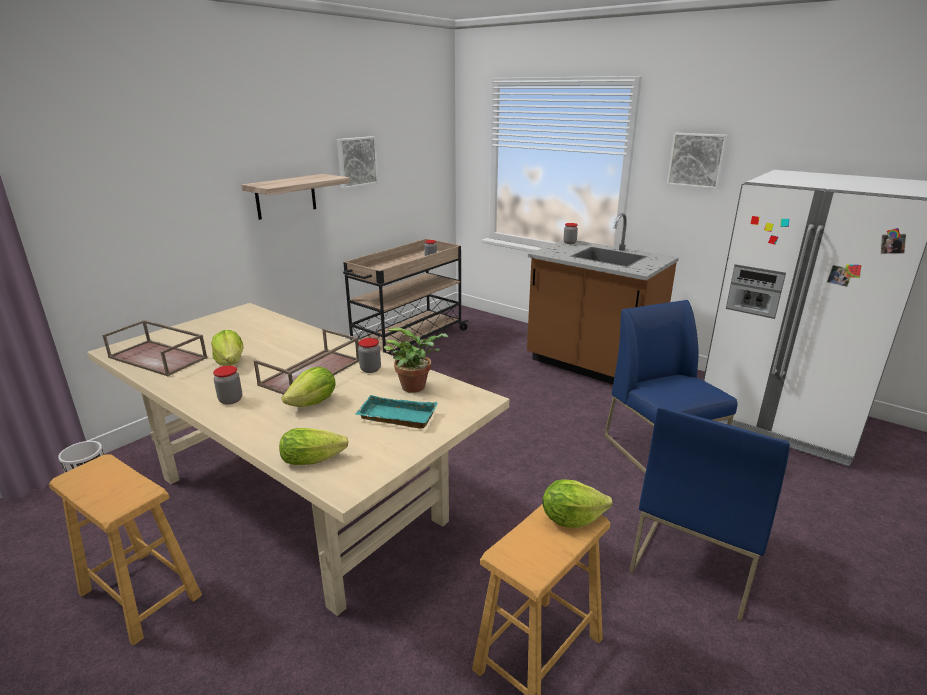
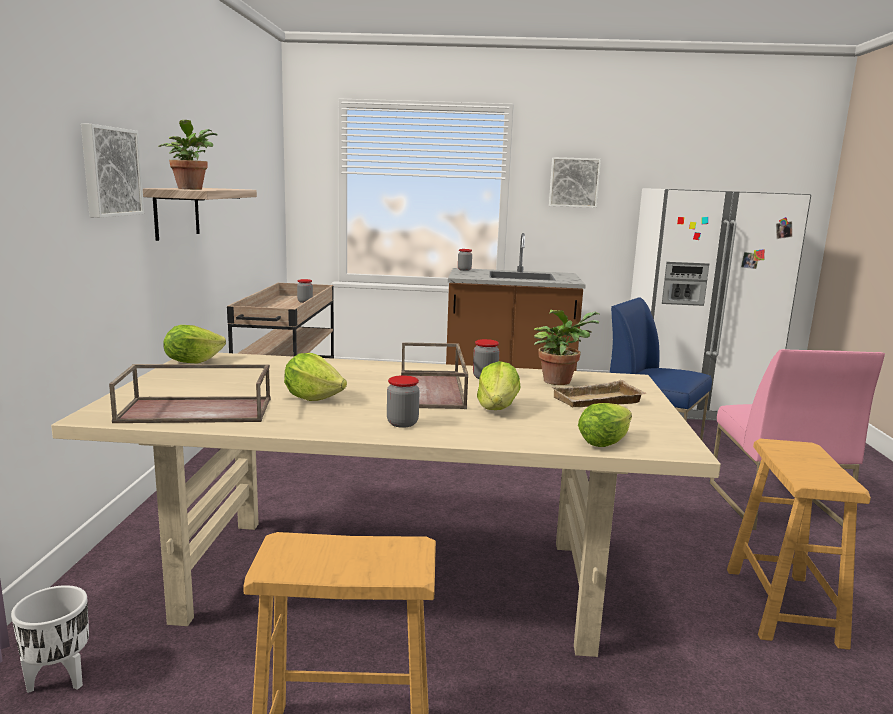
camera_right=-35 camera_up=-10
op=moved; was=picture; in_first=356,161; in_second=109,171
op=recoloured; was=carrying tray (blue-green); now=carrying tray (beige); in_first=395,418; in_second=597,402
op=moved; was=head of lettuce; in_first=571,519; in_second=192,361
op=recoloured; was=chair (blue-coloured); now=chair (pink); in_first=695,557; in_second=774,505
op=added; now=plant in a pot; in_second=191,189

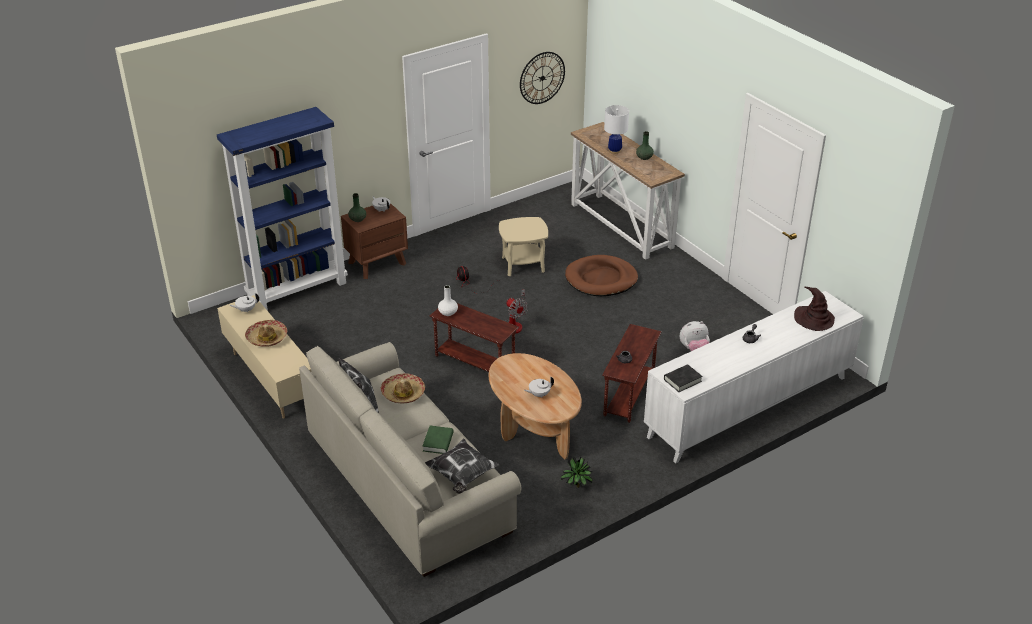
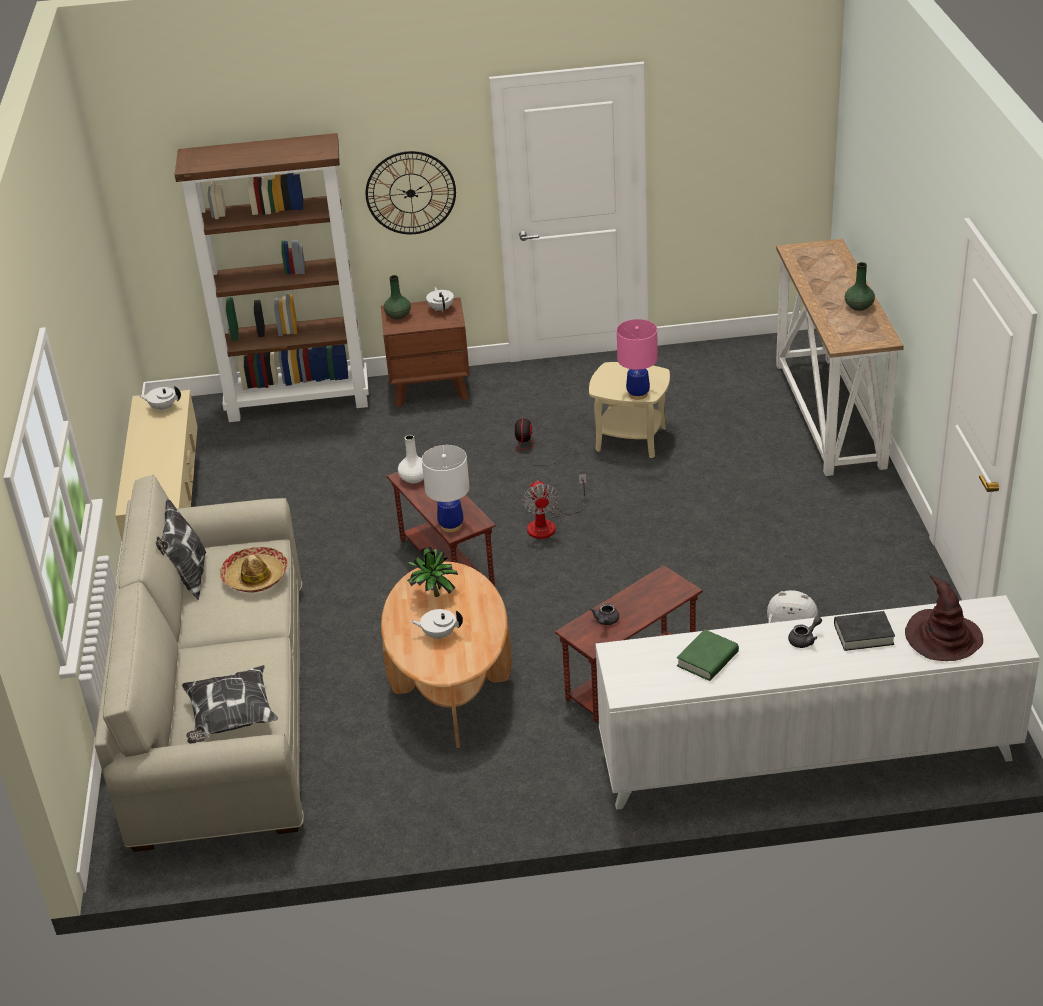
camera_right=30 camera_up=0
op=recoloured; was=bookshelf (blue-coloured); now=bookshelf (brown-coloured); in_first=298,290; in_second=299,401
op=removed; was=hat; in_first=267,338
op=moved; was=volume (green); in_first=438,442; in_second=707,659
op=moved; was=wall clock; in_first=542,78; in_second=410,193
op=moved; was=plant in a pot; in_first=576,488; in_second=433,596
op=removed; was=dog bed (brown-coloured); in_first=601,279
op=moved; was=tabletop lamp (white-coloured); in_first=614,151; in_second=451,525
op=moved; was=volume (blackish); in_first=682,380; in_second=863,634
op=added; now=tabletop lamp (pink); in_second=638,394

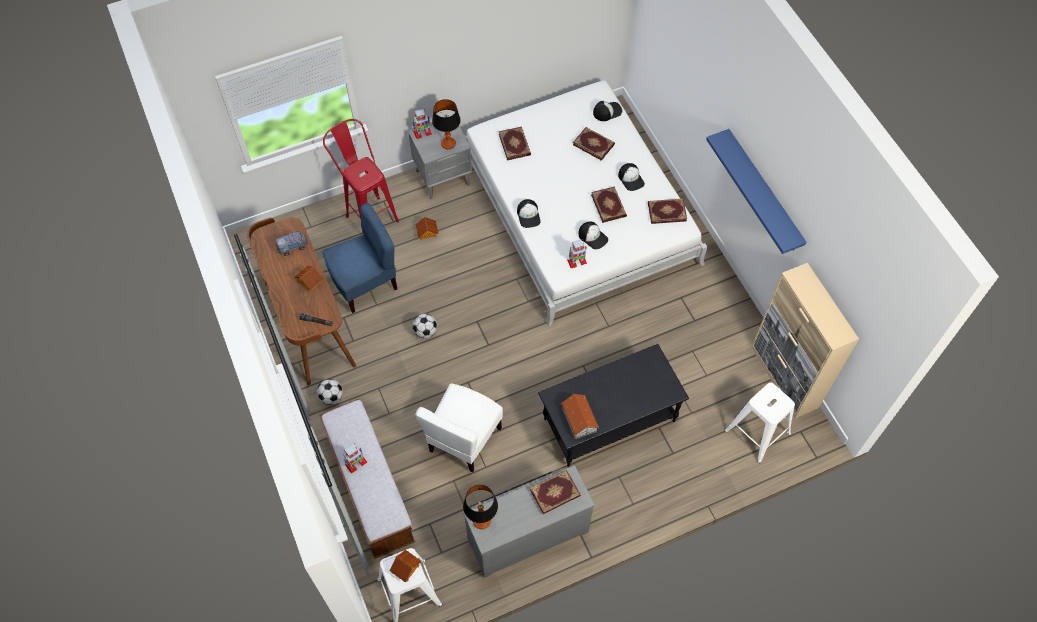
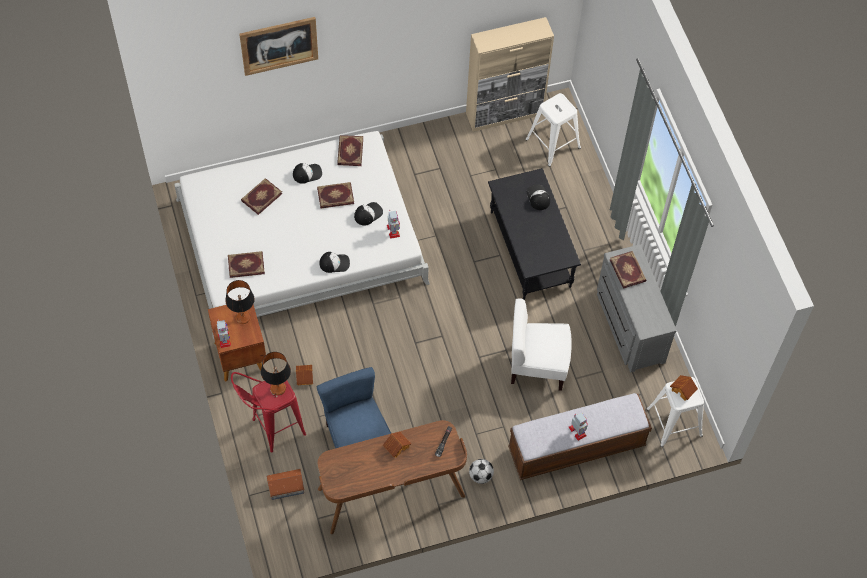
camera_right=-85 camera_up=0
op=removed; was=toy truck; in_first=292,247
op=recoloured; was=bedside table (grey); now=bedside table (brown-coloured); in_first=444,178; in_second=240,356
op=removed; was=ball for football; in_first=425,331
op=turned; was=chair (white-coloured); in_first=464,439; in_second=537,366; clockwise=150
op=moved; was=tabletop lamp; in_first=481,520; in_second=278,388
op=moved; was=toy house; in_first=579,419; in_second=285,486
op=moved; was=baseball cap; in_first=607,111; in_second=538,197
op=removed; was=bracket shelf (blue-coloured); in_first=763,192
op=added; now=picture; in_second=279,45

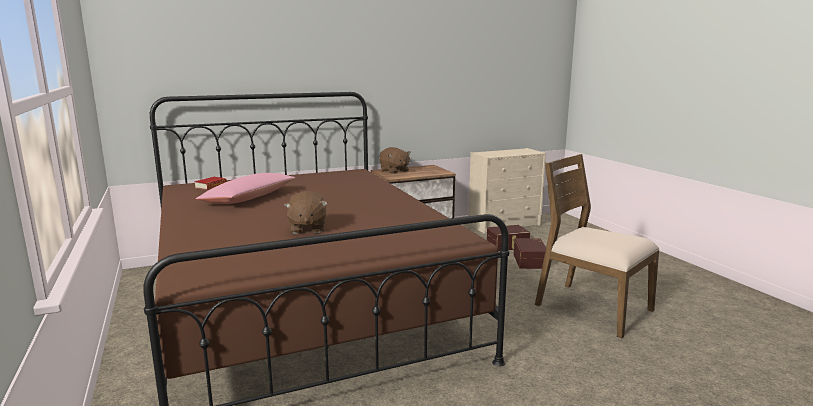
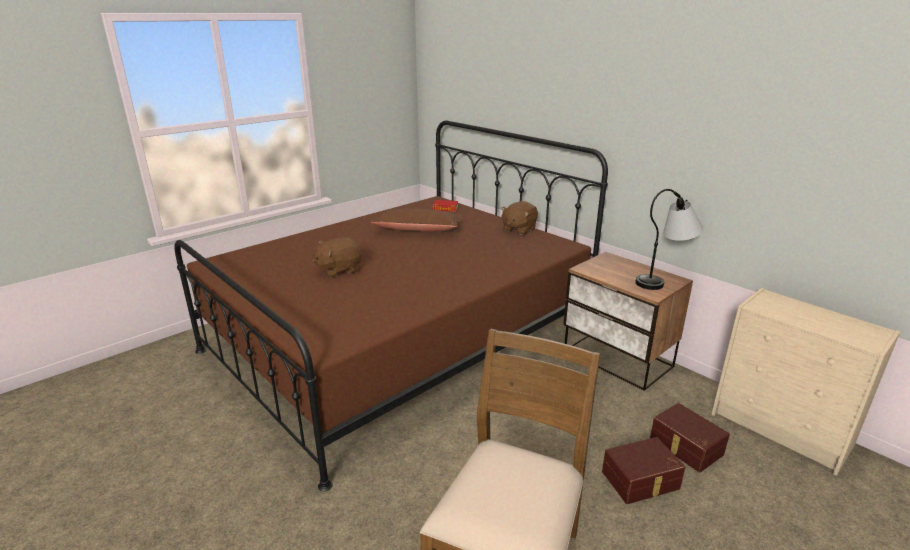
camera_right=70 camera_up=10
op=recoloured; was=throw pillow (pink); now=throw pillow (brown-coloured); in_first=249,198; in_second=417,229
op=moved; was=soft toy (brown-coloured); in_first=394,171; in_second=518,229
op=added; now=tabletop lamp; in_second=664,280

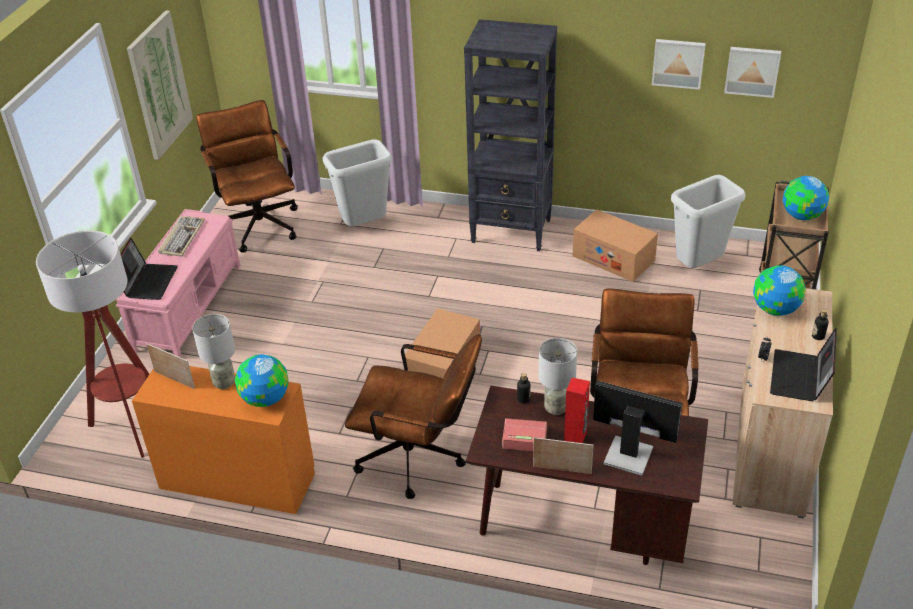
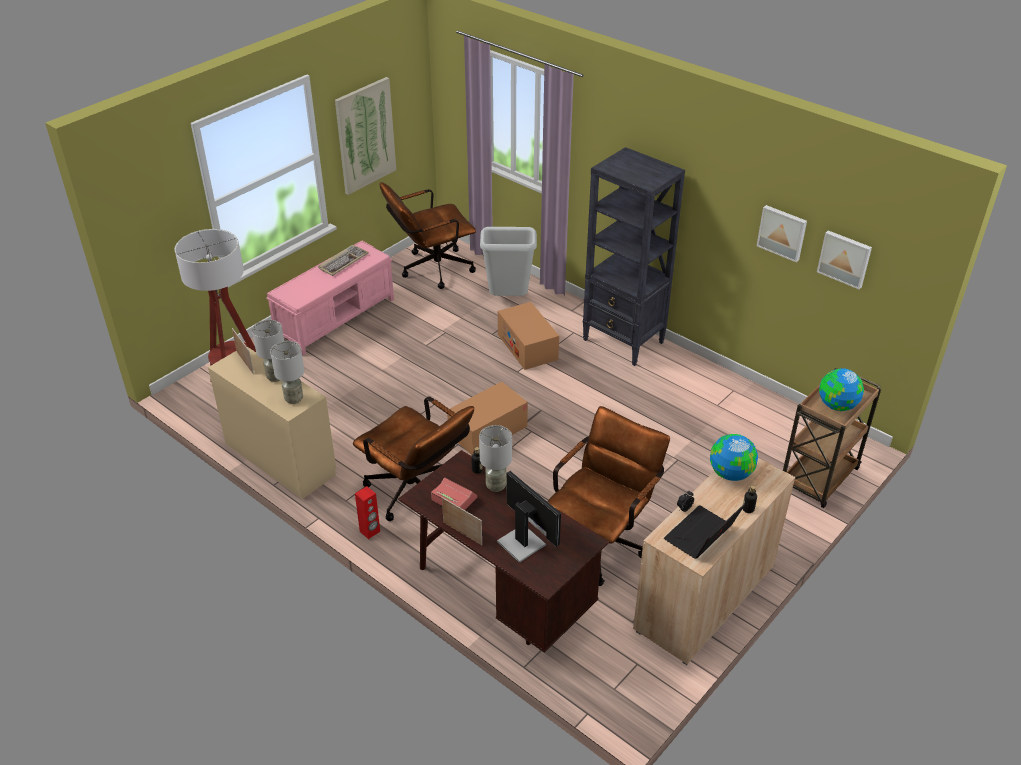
camera_right=25 camera_up=0
op=removed; was=portable computer; in_first=148,281
op=recoloured; was=desk (orangey); now=desk (beige); in_first=237,480; in_second=280,459
op=turned; was=desk chair (brown-coloured); in_first=258,222; in_second=431,269; clockwise=-120
op=replaced; was=desk globe; now=tabletop lamp (grey); in_first=265,399; in_second=293,399
op=moved; was=loudspeaker (reddish); in_first=575,436; in_second=370,531
op=moved; was=packing box; in_first=613,258; in_second=527,347
op=removed; was=trash can (grey); in_first=698,266

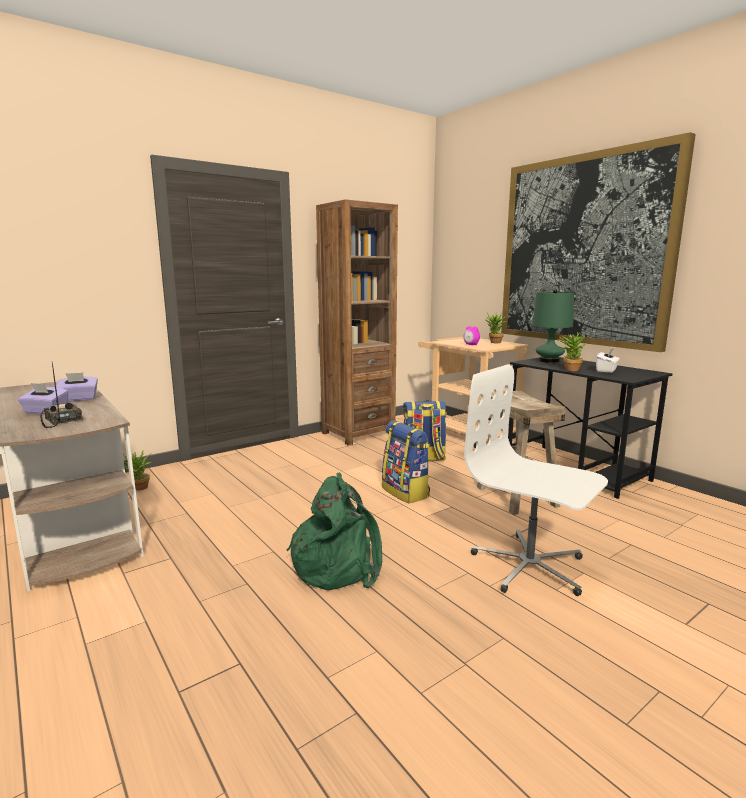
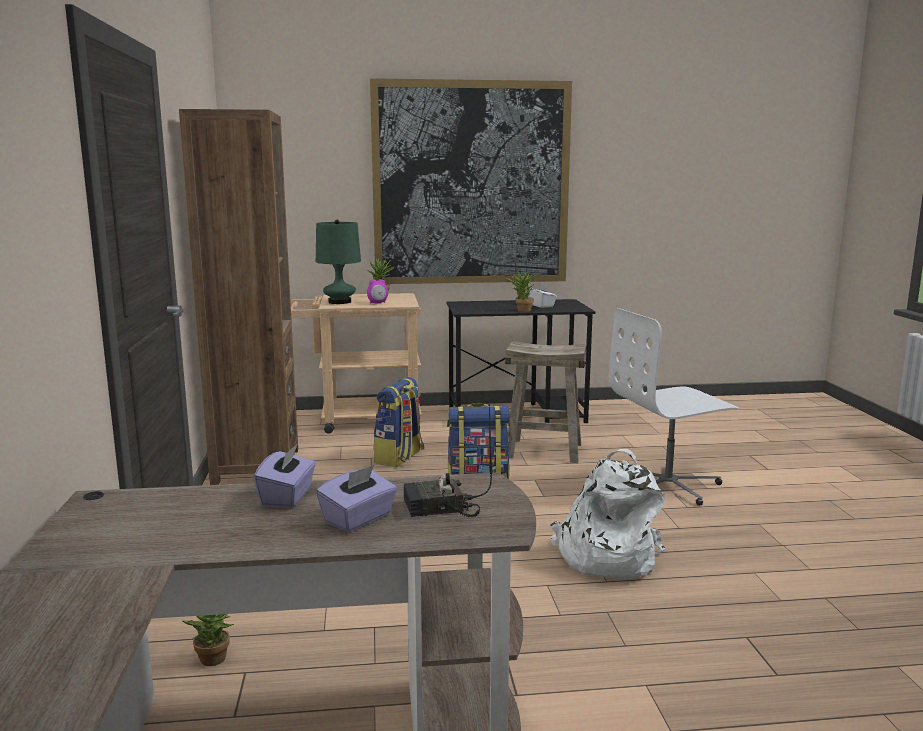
camera_right=-60 camera_up=0
op=recoloured; was=backpack (green); now=backpack (white-coloured); in_first=338,564; in_second=605,557
op=moved; was=tabletop lamp (green); in_first=549,361; in_second=340,302

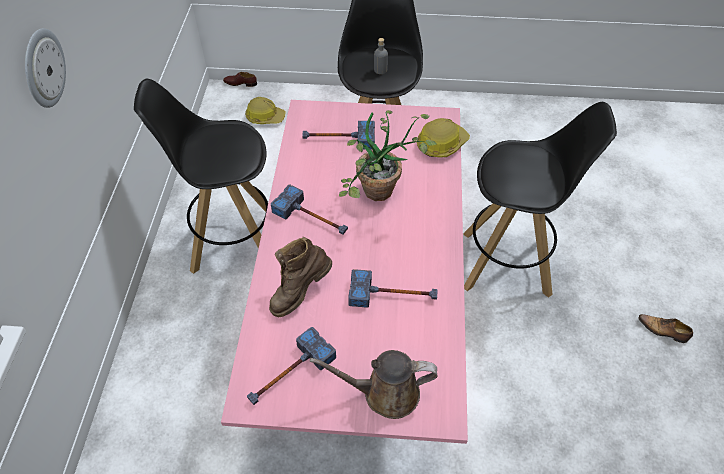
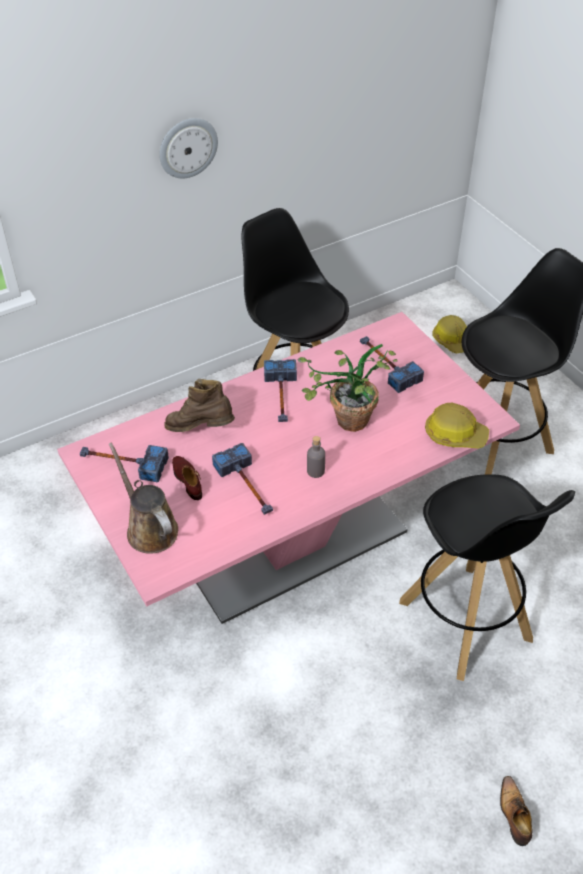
camera_right=55 camera_up=-5
op=moved; was=item of footwear (brown-coloured); in_first=240,83; in_second=187,480
op=moved; was=bottle (grey); in_first=380,70; in_second=315,471

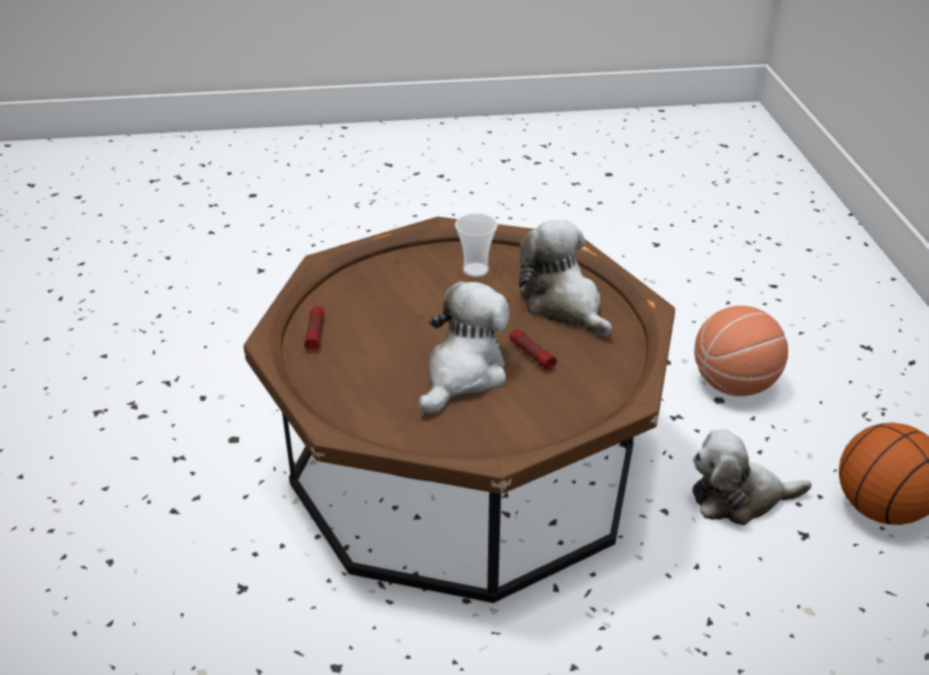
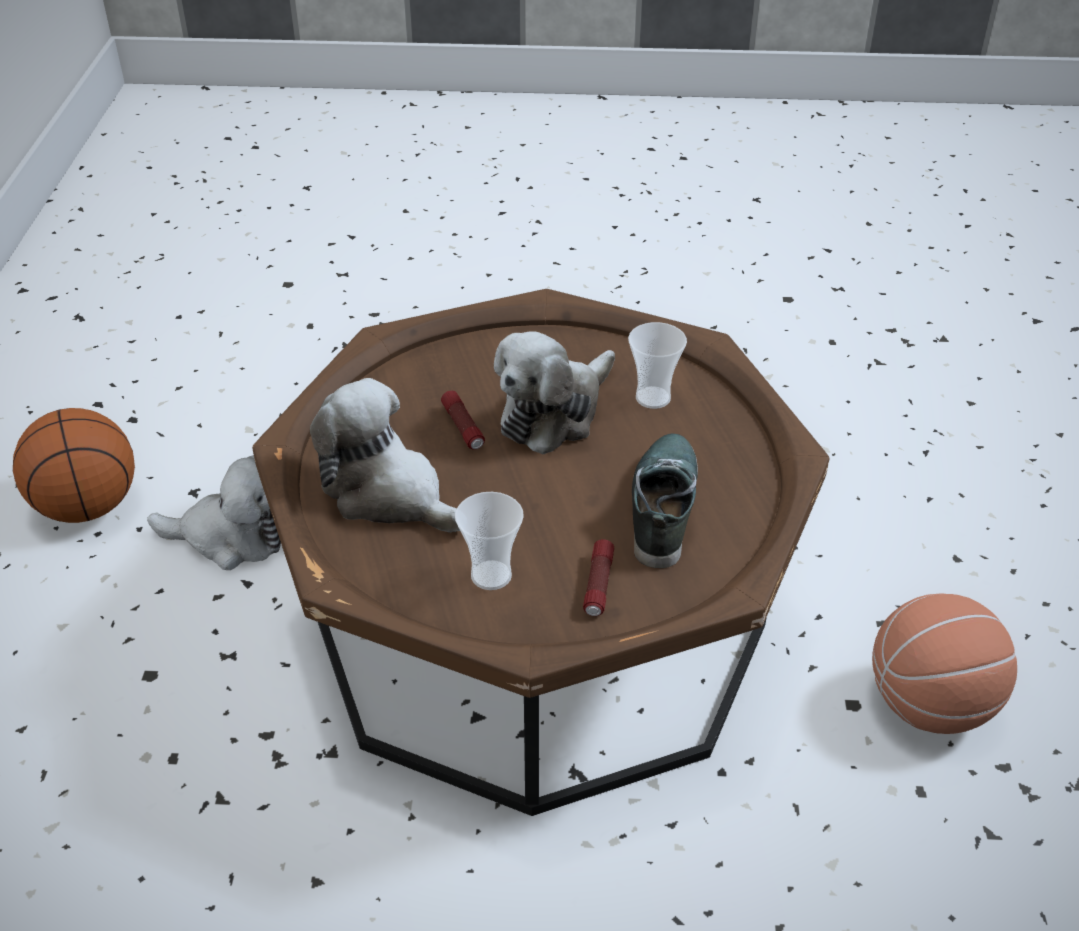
camera_right=-170 camera_up=5
op=moved; was=hand torch; in_first=315,334; in_second=598,585
op=turned; was=soft toy; in_first=563,305; in_second=388,494; clockwise=150
op=moved; was=basketball ball; in_first=734,384; in_second=929,705
op=added; now=small cup; in_second=653,398
op=added; now=item of footwear; in_second=661,506

